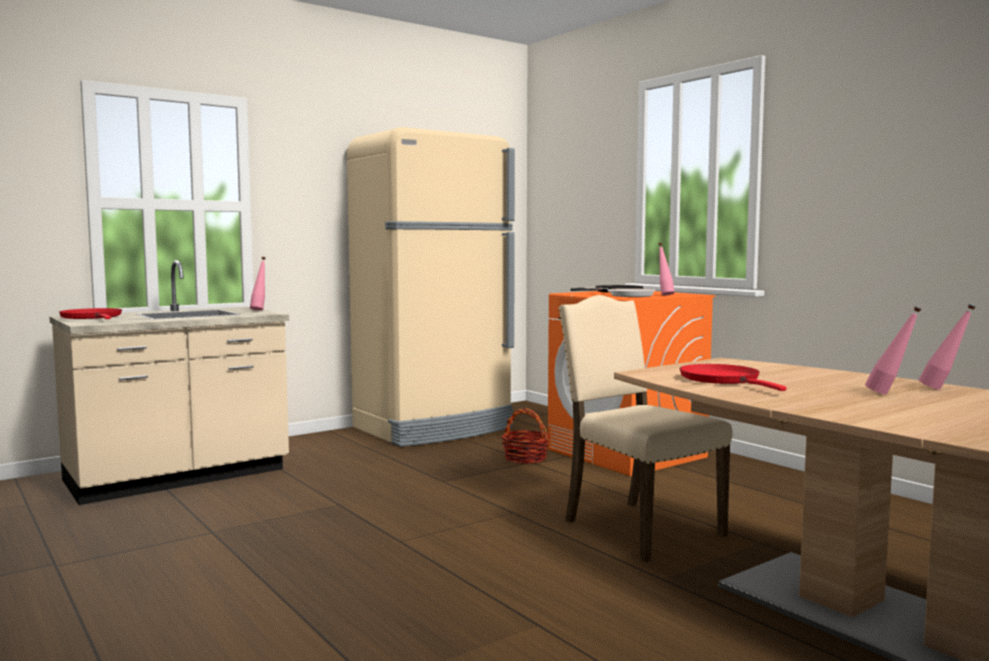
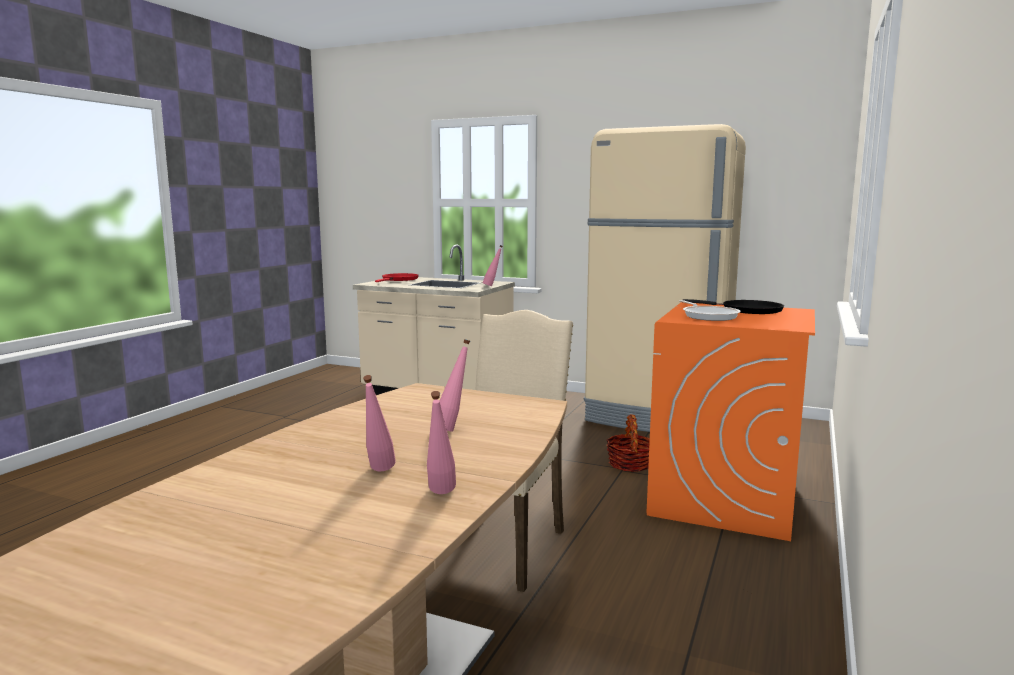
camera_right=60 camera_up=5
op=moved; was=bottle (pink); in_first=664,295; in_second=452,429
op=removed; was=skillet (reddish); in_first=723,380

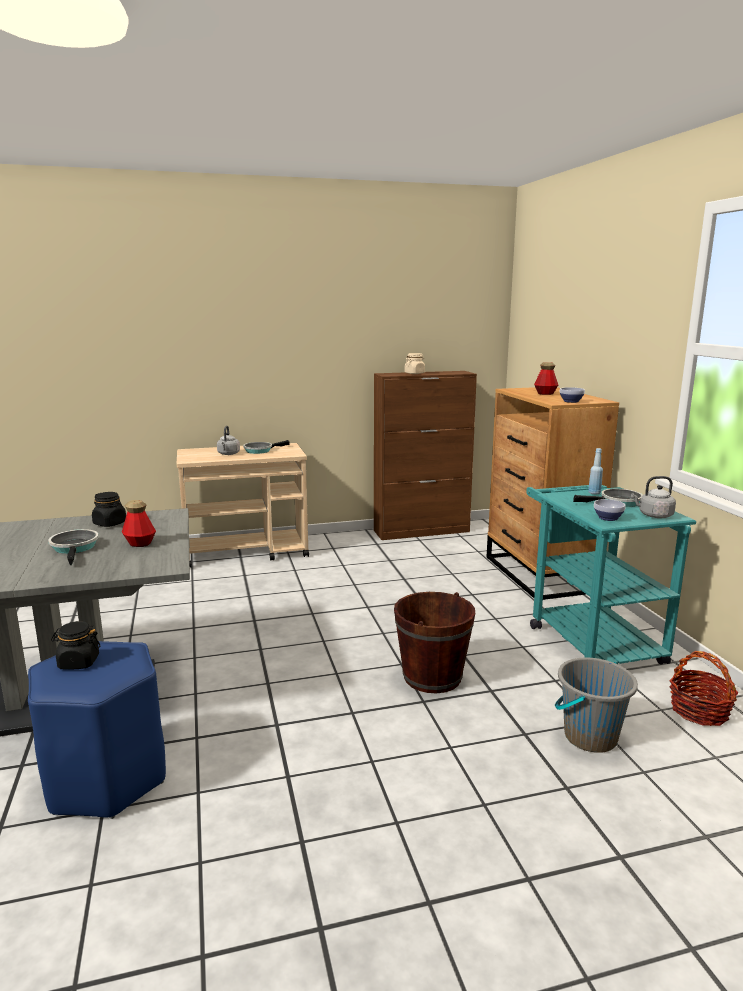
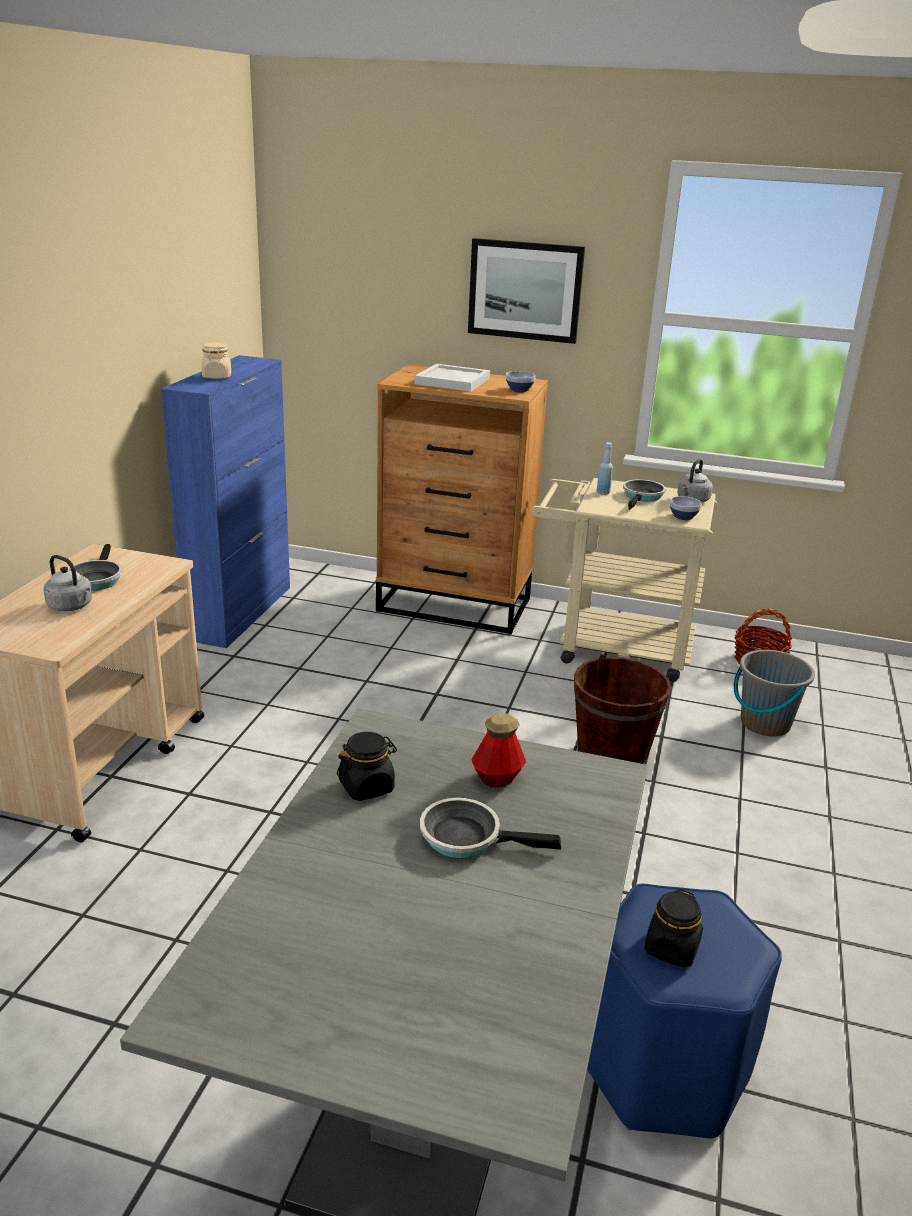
camera_right=-60 camera_up=10
op=recoloured; was=cupboard (brown-coloured); now=cupboard (blue-coloured); in_first=422,531; in_second=240,612
op=recoloured; was=wheeled cart (blue-green); now=wheeled cart (beige); in_first=588,639; in_second=611,647
op=replaced; was=bottle; now=carrying tray (white-coloured); in_first=545,393; in_second=453,381
op=added; now=picture; in_second=525,290

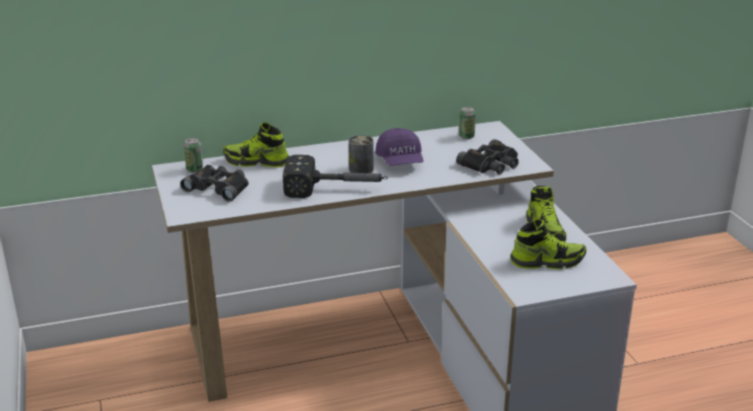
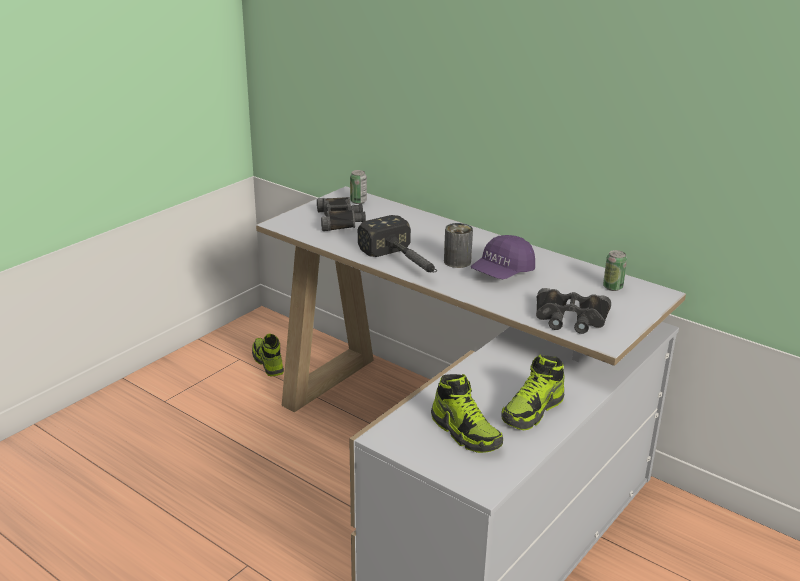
camera_right=55 camera_up=0
op=moved; was=item of footwear; in_first=256,162; in_second=268,362

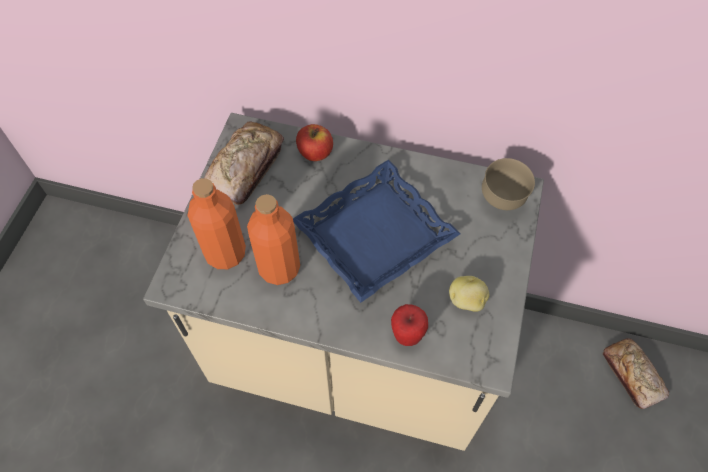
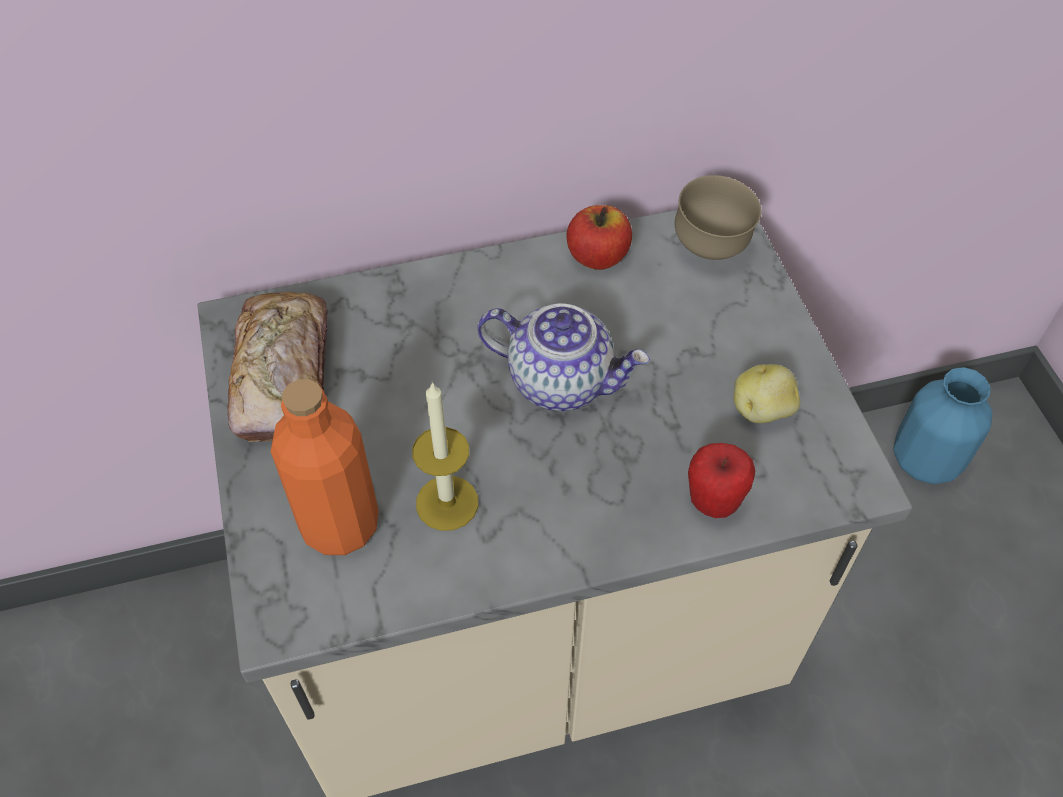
camera_right=-30 camera_up=-5
op=replaced; was=bottle (orangey); now=candle; in_first=279,268; in_second=447,503
op=replaced; was=carrying tray (blue-coloured); now=pot for tea; in_first=374,234; in_second=561,380
op=moved; was=apple; in_first=315,152; in_second=598,256
op=replaced; was=bread; now=vase (blue-coloured); in_first=632,375; in_second=926,460

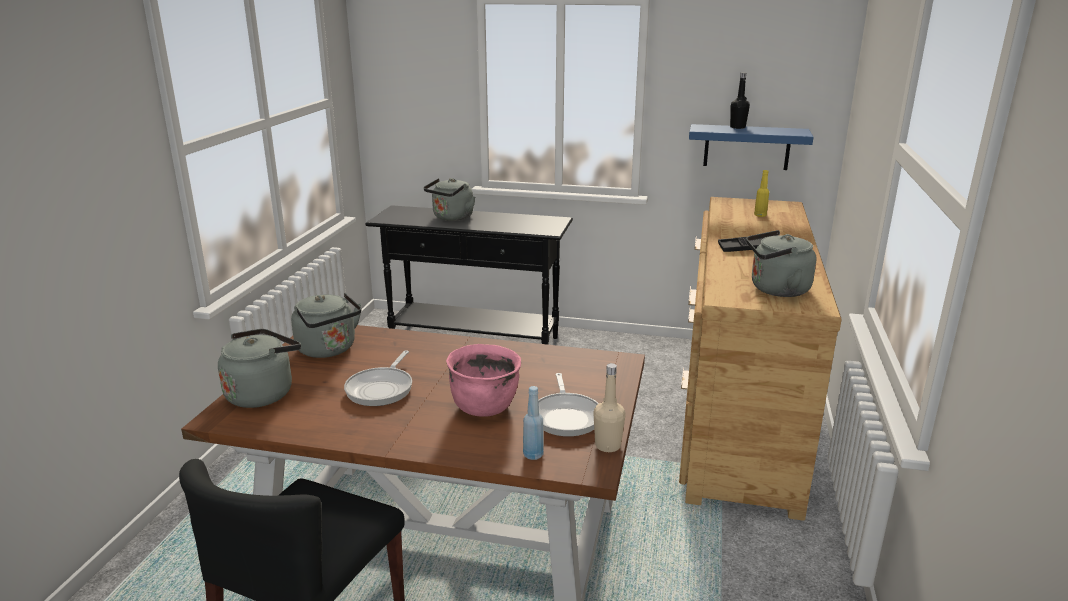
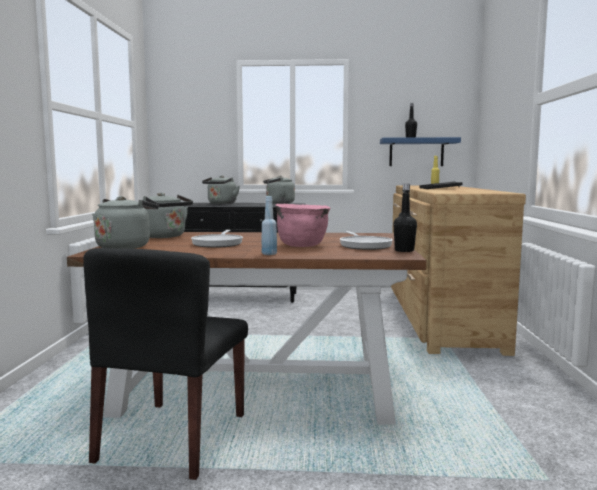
camera_right=-10 camera_up=-15
op=moved; was=bottle (blue-coloured); in_first=533,455; in_second=269,254
op=recoloured; was=bottle (beige); now=bottle (blackish); in_first=608,445; in_second=404,250
op=moved; was=kettle (grey); in_first=776,290; in_second=278,203

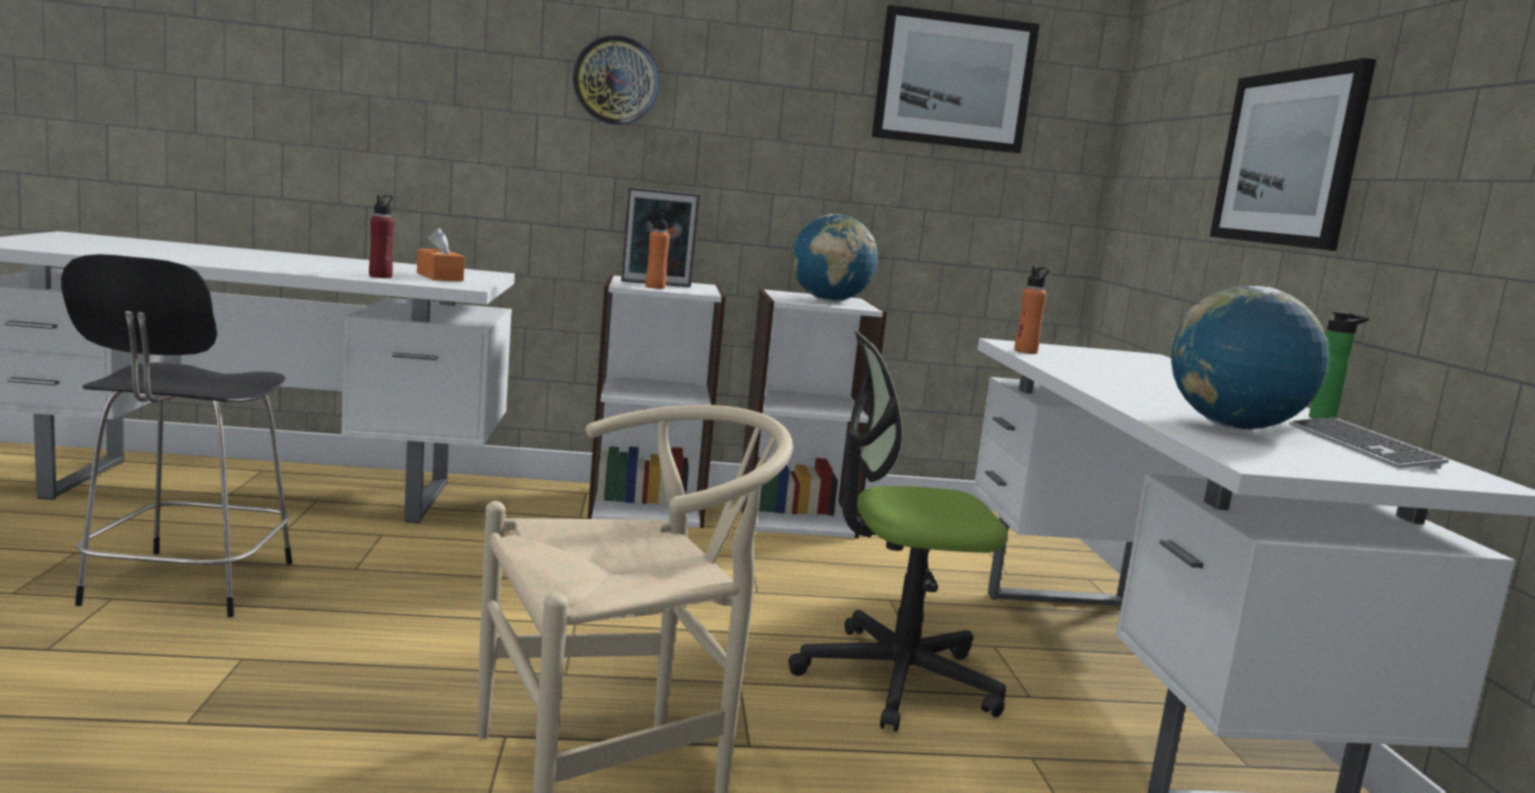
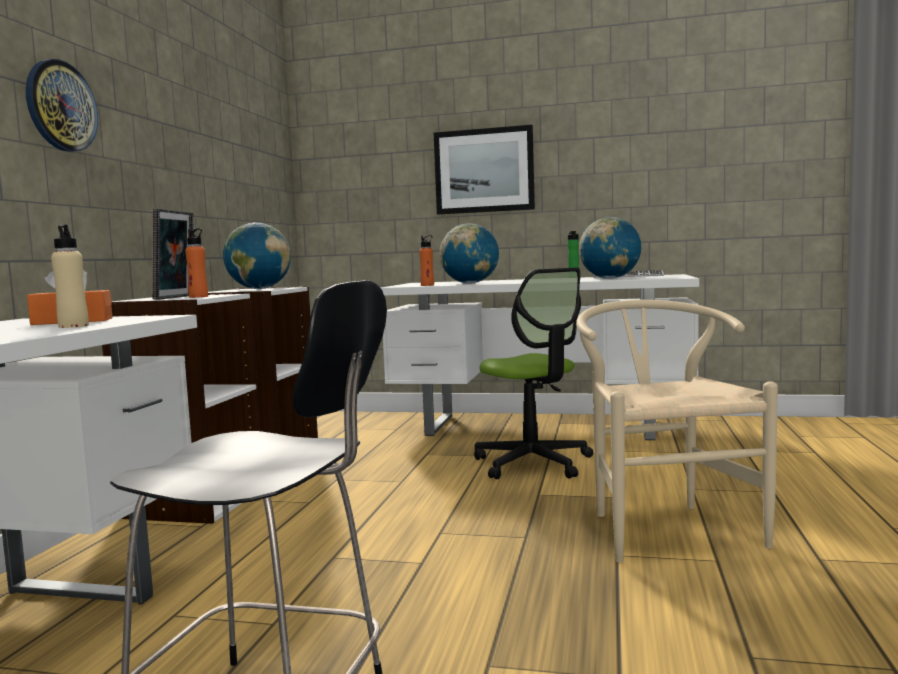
camera_right=-70 camera_up=-5
op=recoloured; was=bottle (reddish); now=bottle (beige); in_first=380,276; in_second=73,326
op=turned; was=desk chair; in_first=895,678; in_second=533,463; clockwise=-45
op=removed; was=picture; in_first=954,81
op=added; now=desk globe; in_second=470,283

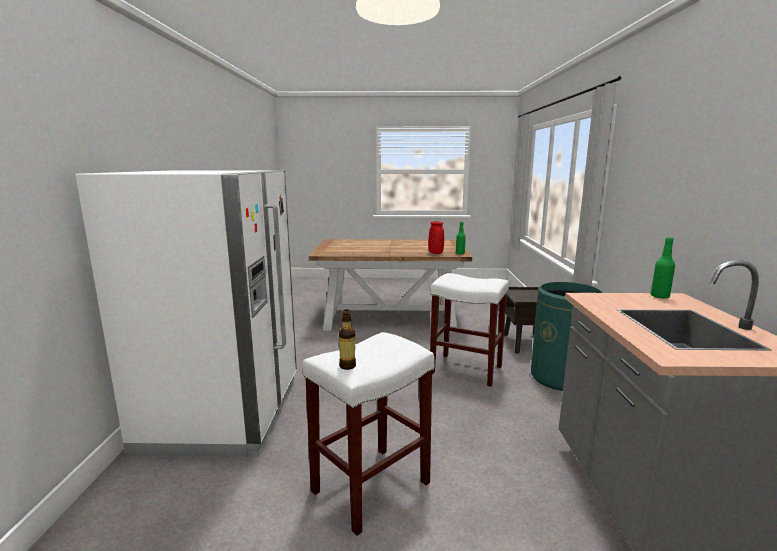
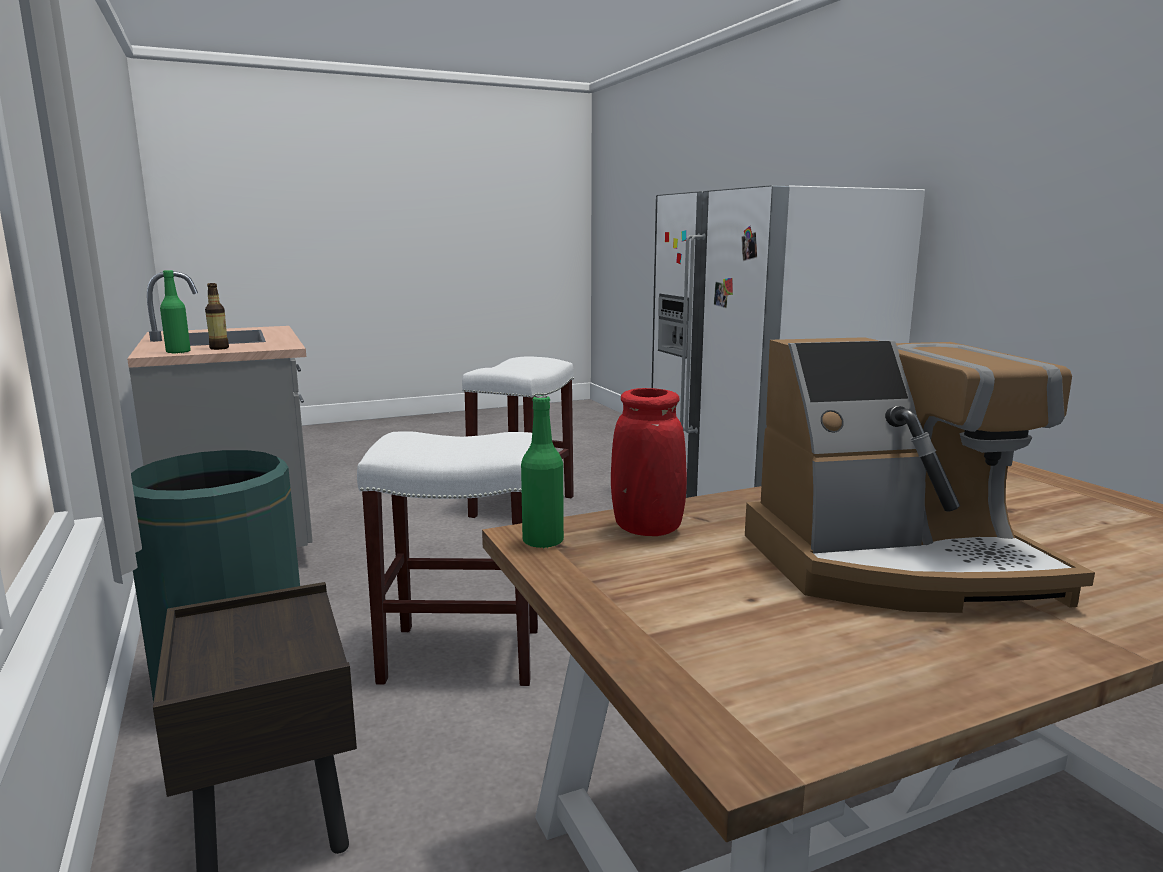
camera_right=155 camera_up=0
op=moved; was=bottle; in_first=347,366; in_second=219,348
op=added; now=coffee machine; in_second=896,565

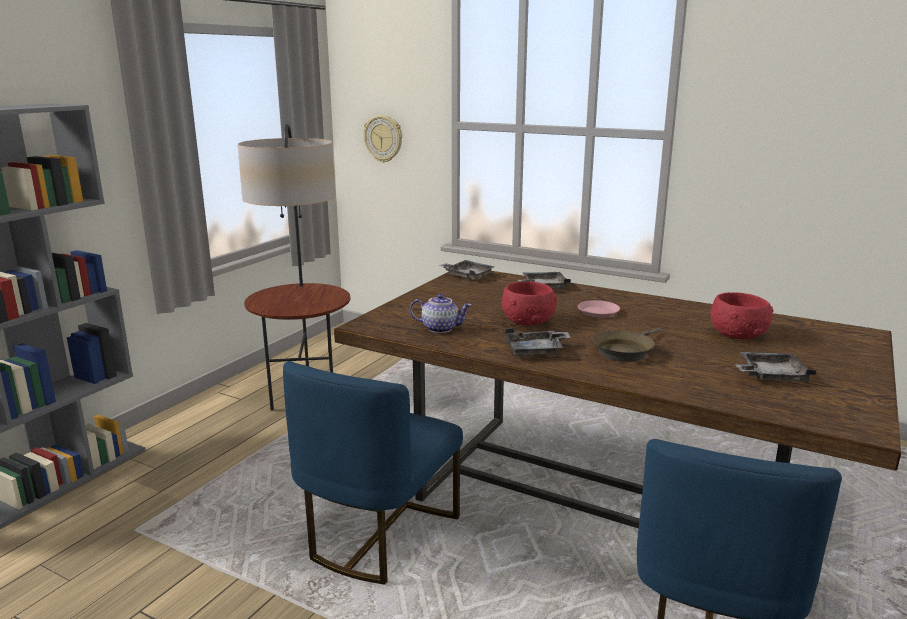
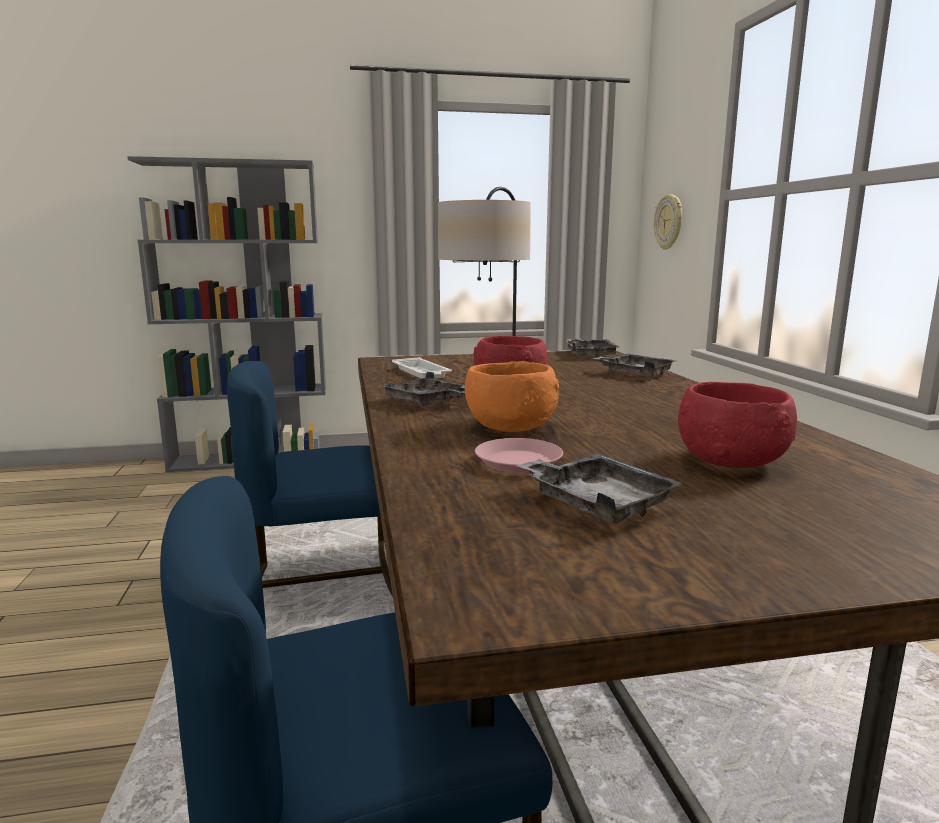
camera_right=50 camera_up=-5
op=replaced; was=pot for tea; now=carrying tray (white-coloured); in_first=441,328; in_second=421,373
op=moved; was=flat dish (pink); in_first=598,312; in_second=518,461
op=replaced; was=skillet (brown-coloured); now=bowl (orangey); in_first=625,351; in_second=509,426

